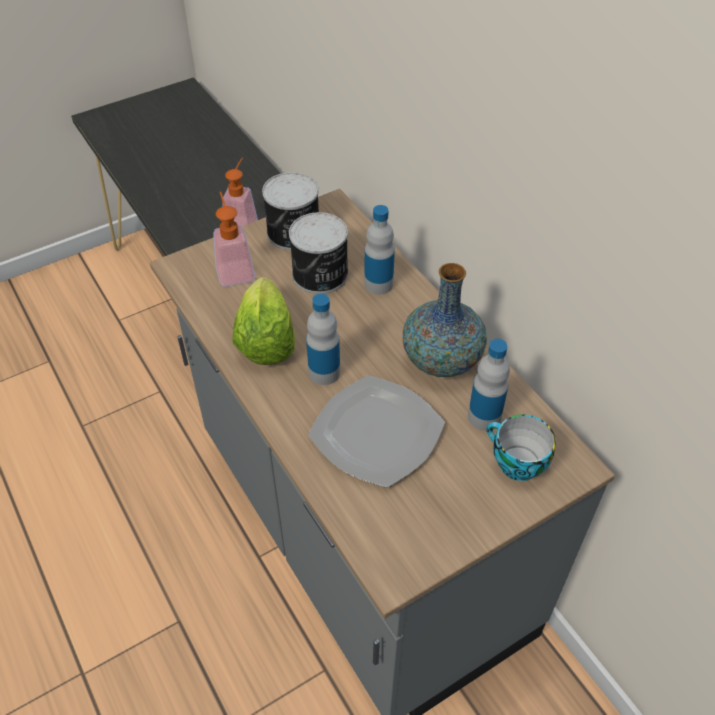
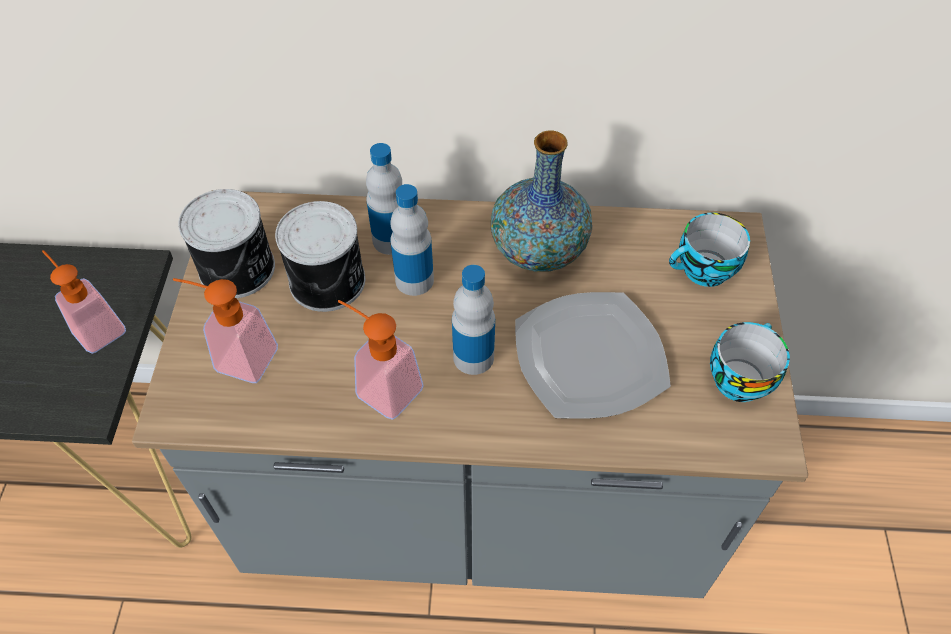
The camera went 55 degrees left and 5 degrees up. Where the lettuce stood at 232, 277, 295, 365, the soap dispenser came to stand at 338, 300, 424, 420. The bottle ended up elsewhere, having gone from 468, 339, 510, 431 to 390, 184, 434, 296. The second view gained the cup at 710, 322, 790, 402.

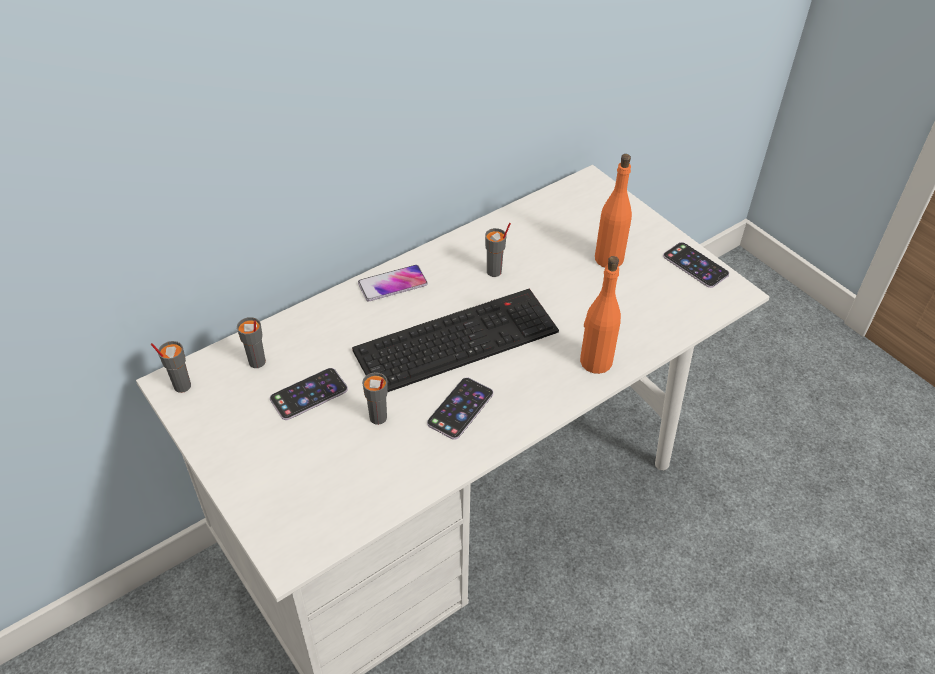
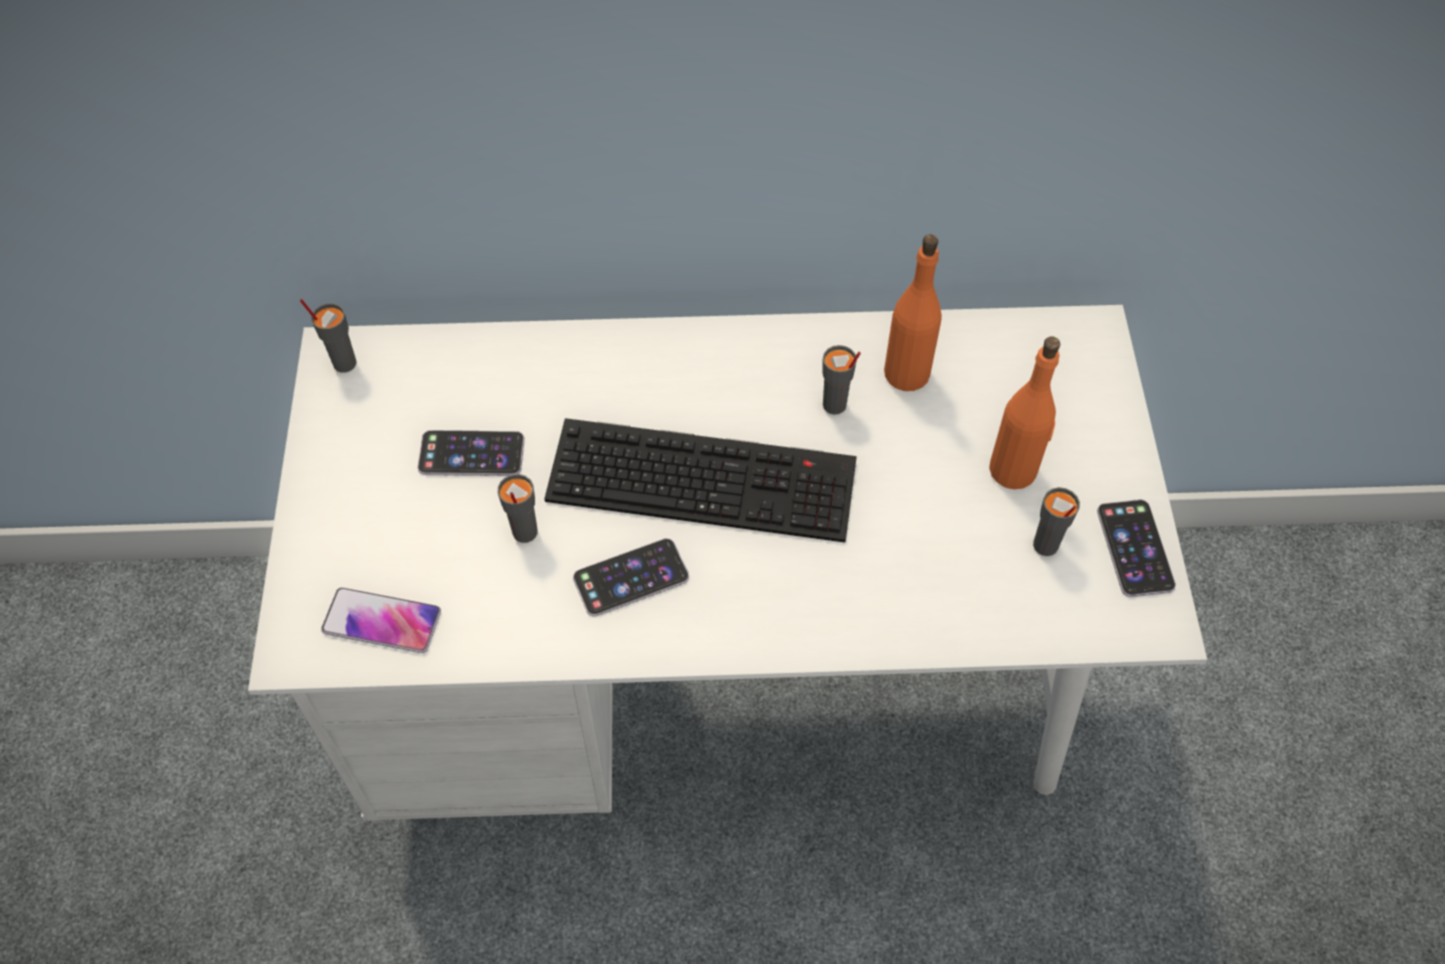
The camera went 35 degrees right and 10 degrees up. The grey cup ended up elsewhere, having gone from 237, 317, 266, 368 to 1033, 487, 1080, 556. The phone ended up elsewhere, having gone from 358, 265, 428, 301 to 321, 587, 441, 653. The orange bottle ended up elsewhere, having gone from 580, 256, 621, 374 to 884, 234, 942, 391.

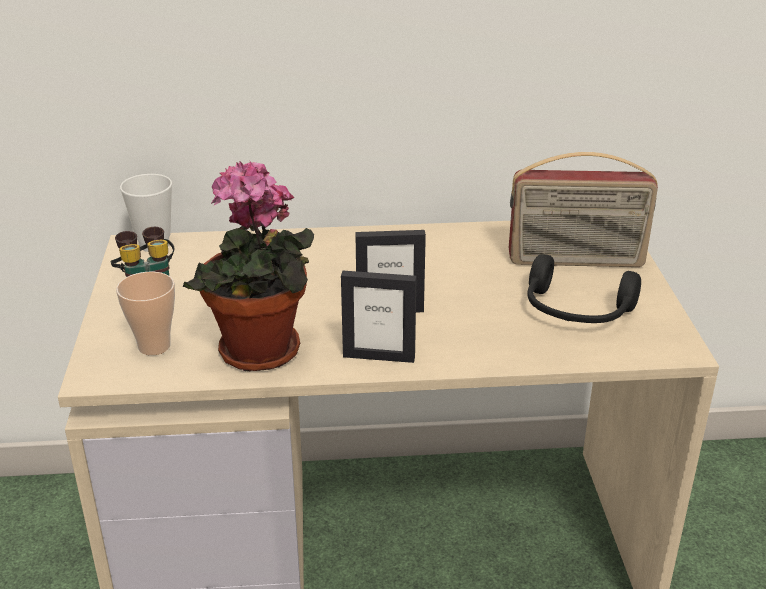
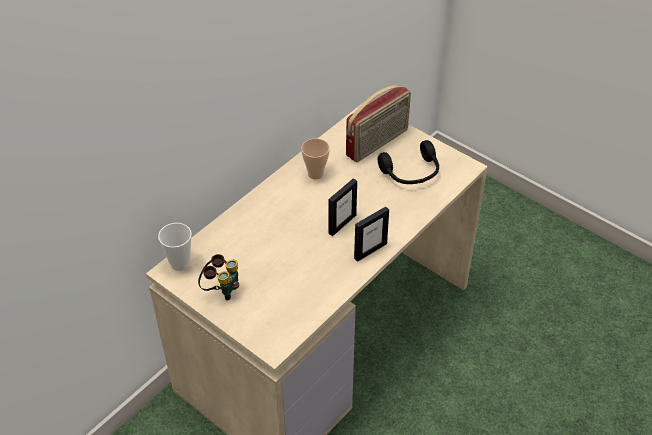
The camera went 45 degrees left and 15 degrees up. The cup ended up elsewhere, having gone from 116, 272, 175, 355 to 301, 138, 330, 179. The second view lost the potted plant at 183, 161, 314, 371.

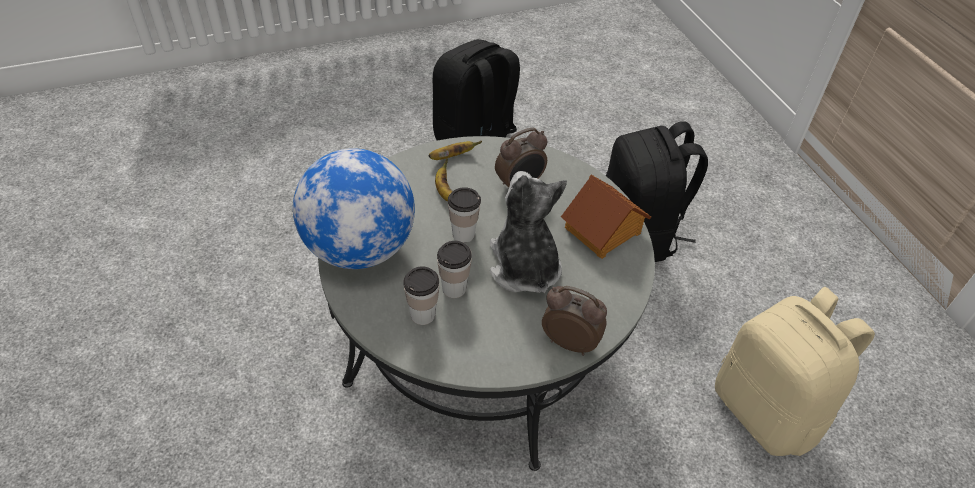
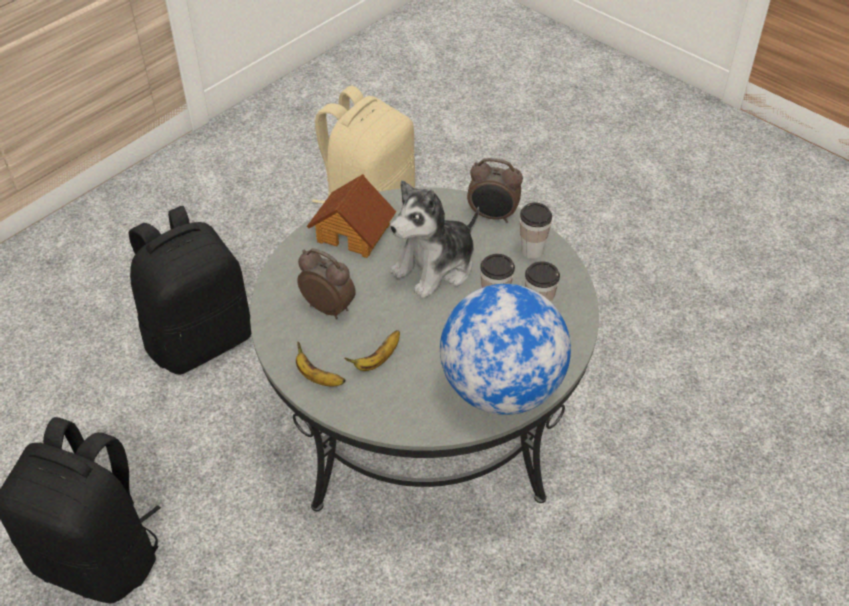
The camera went 115 degrees left and 0 degrees up. The cup ended up elsewhere, having gone from 448, 187, 481, 243 to 520, 203, 552, 259. The alarm clock at 542, 286, 607, 356 ended up facing another way, 75 degrees counterclockwise from before.

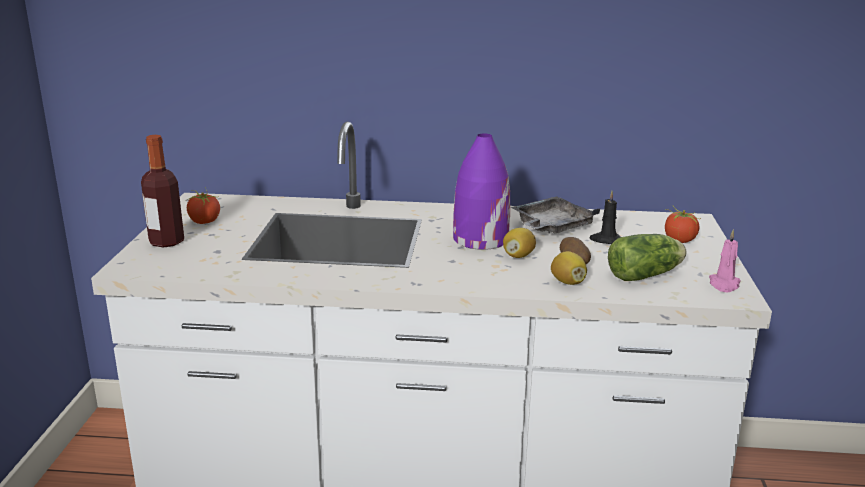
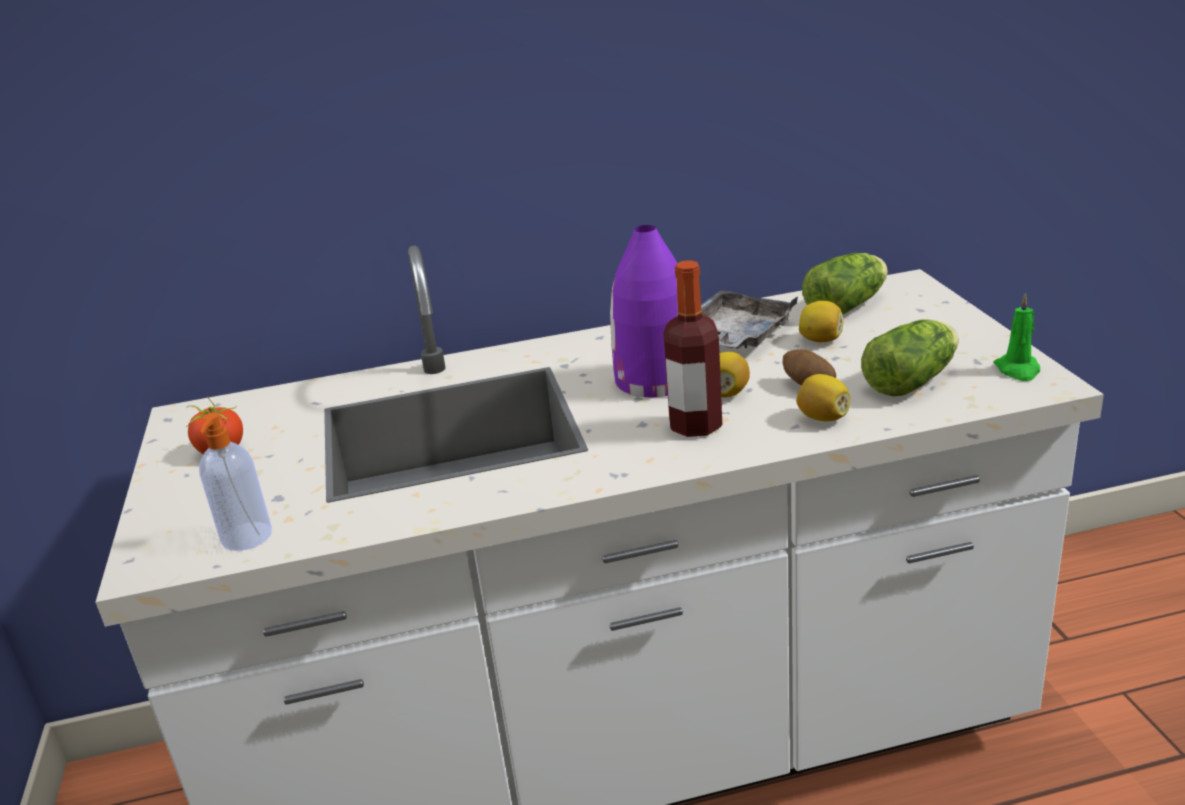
The camera went 15 degrees left and 5 degrees up. The bottle ended up elsewhere, having gone from 141, 135, 184, 248 to 664, 260, 722, 437. Where the black candle stood at 589, 191, 620, 244, the lemon came to stand at 799, 301, 844, 342. The second view lost the tomato at 665, 206, 701, 243. What was the pink candle at 709, 229, 741, 292 turned into the green candle at 994, 293, 1040, 381. The second view gained the soap dispenser at 199, 412, 272, 551. The second view gained the lettuce at 802, 253, 888, 314.

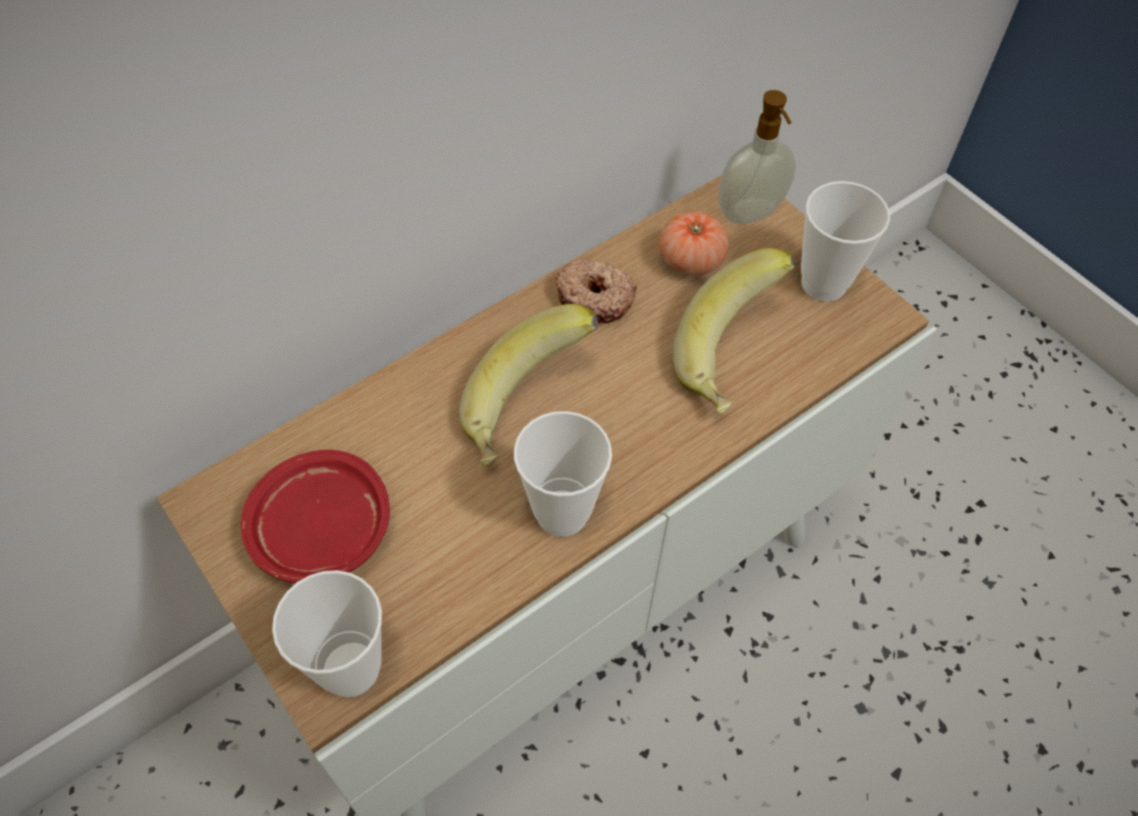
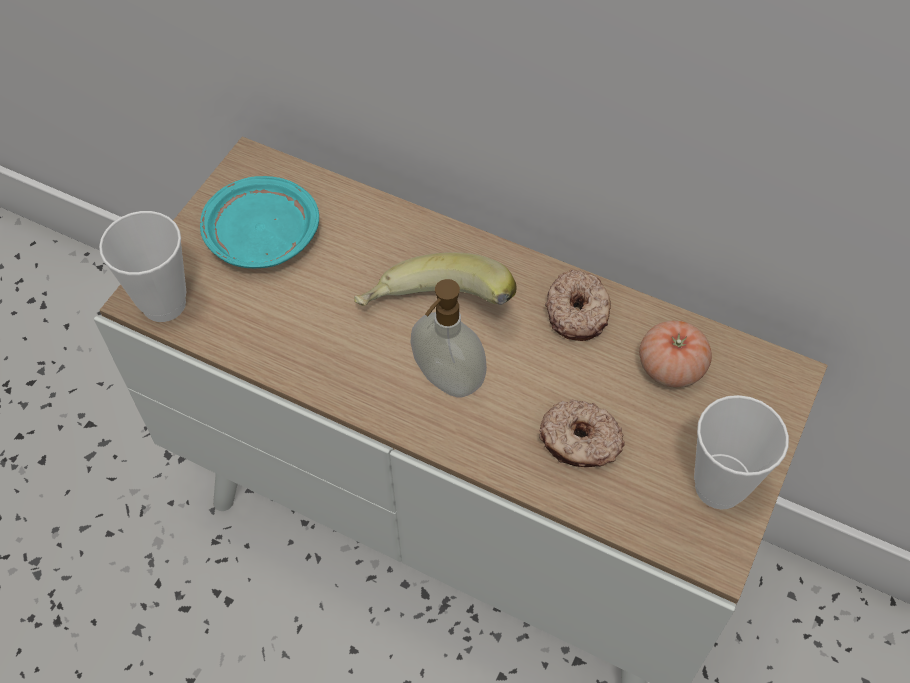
The camera went 65 degrees right and 0 degrees up. What was the red plate at 241, 450, 390, 583 turned into the turquoise plate at 200, 176, 319, 268. The second view lost the cup at 514, 411, 612, 537. Where the banana stood at 672, 248, 795, 415, the donut came to stand at 539, 399, 625, 467. The soap dispenser ended up elsewhere, having gone from 719, 90, 796, 224 to 411, 279, 487, 397.

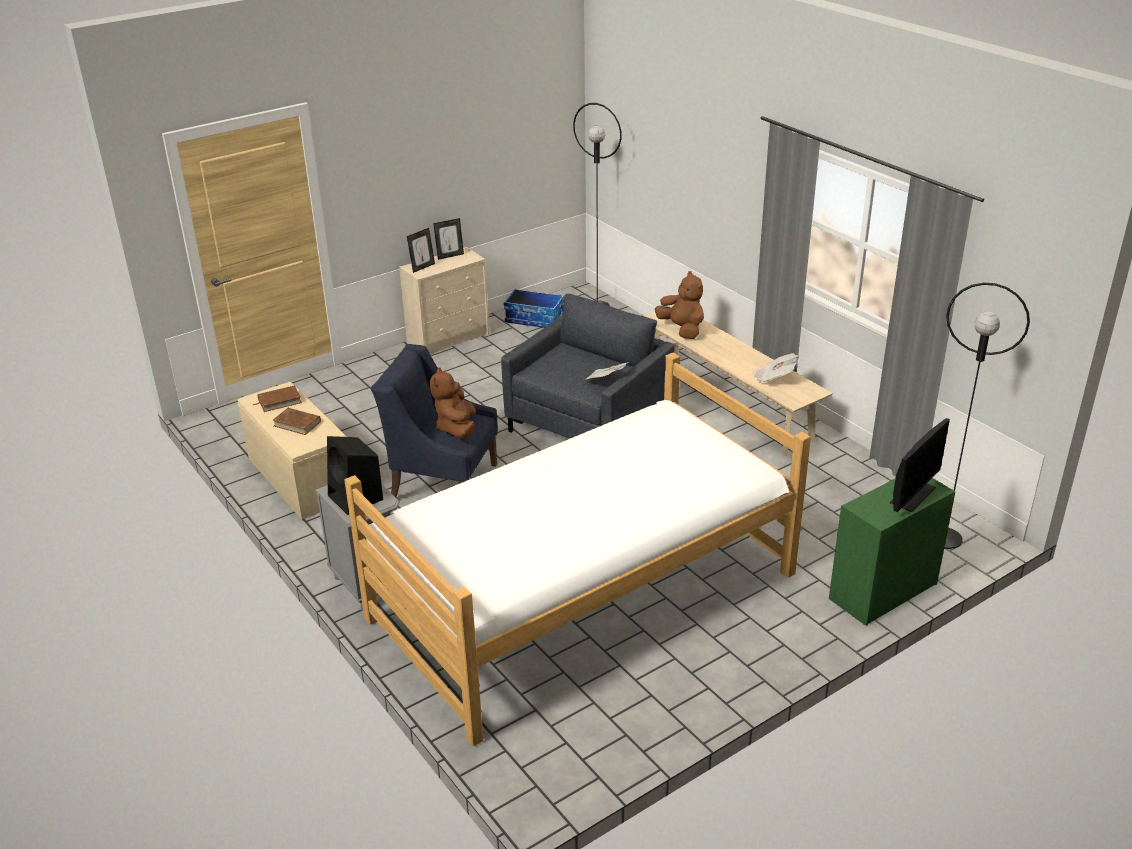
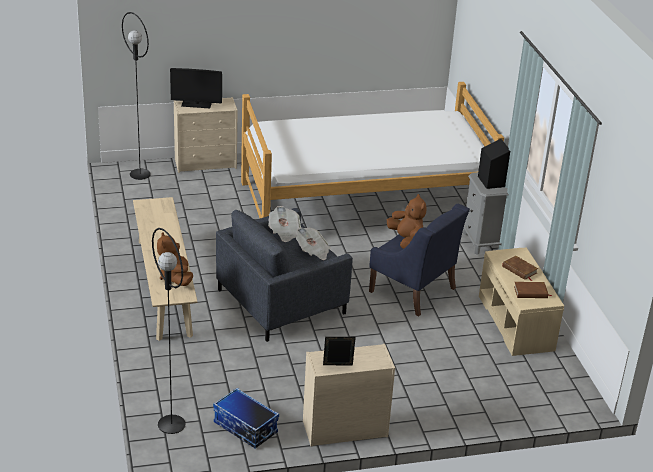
The camera went 160 degrees left and 0 degrees up. The second view lost the picture frame at 407, 228, 435, 273. The brown plush toy at 430, 367, 476, 439 ended up facing another way, 45 degrees counterclockwise from before. The newspaper ended up elsewhere, having gone from 753, 353, 801, 383 to 296, 227, 330, 260. What was the green dresser at 829, 478, 955, 626 turned into the beige dresser at 174, 97, 238, 173. The monitor at 890, 418, 950, 512 ended up facing another way, 150 degrees counterclockwise from before.

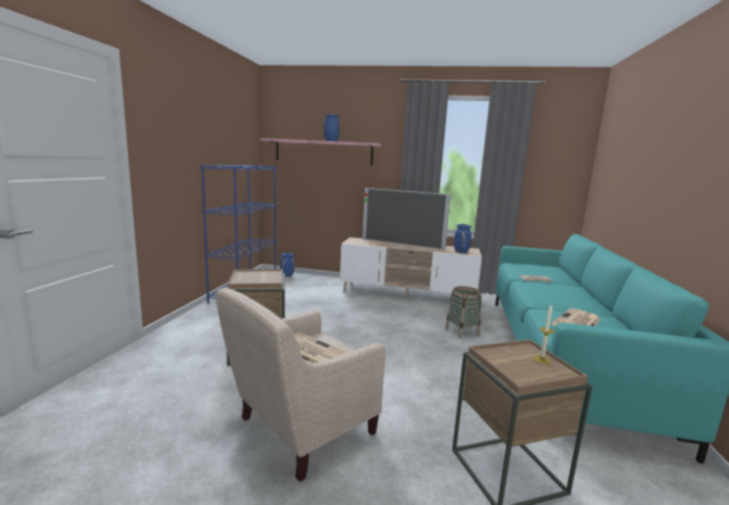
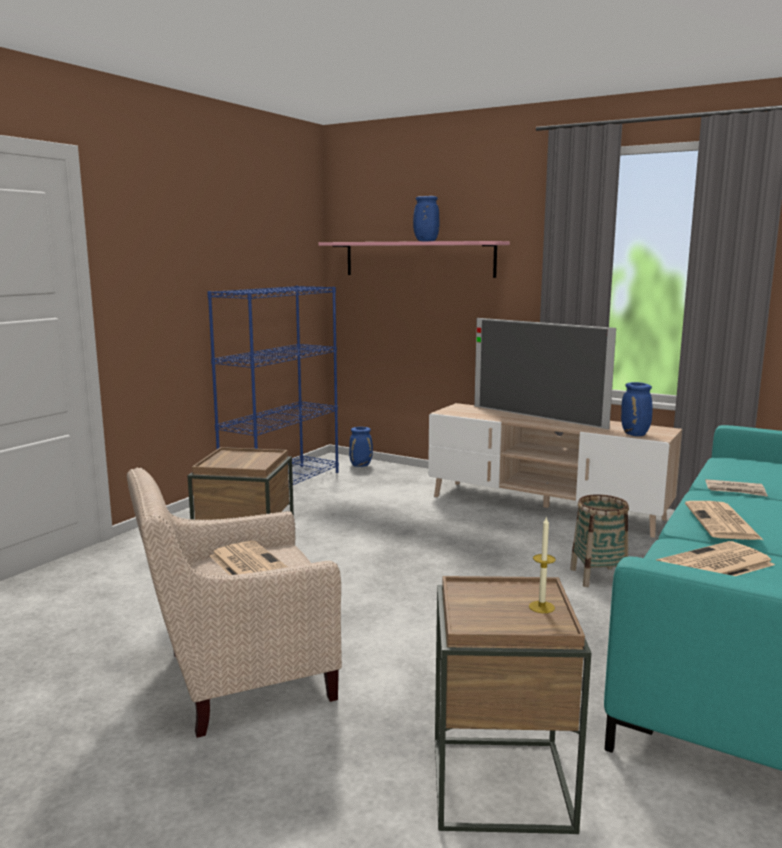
The camera went 20 degrees right and 0 degrees up. The second view gained the newspaper at 685, 501, 763, 540.

